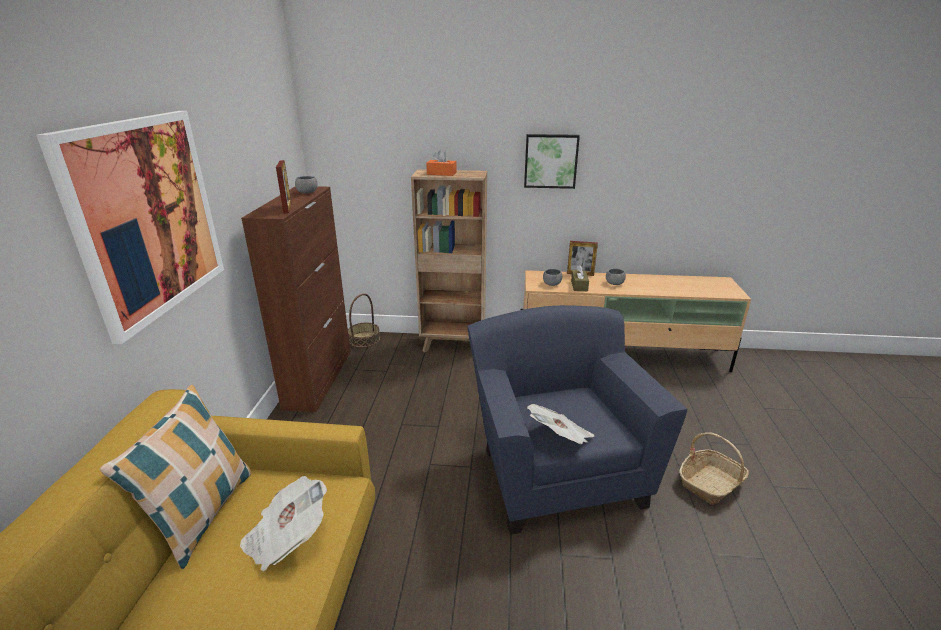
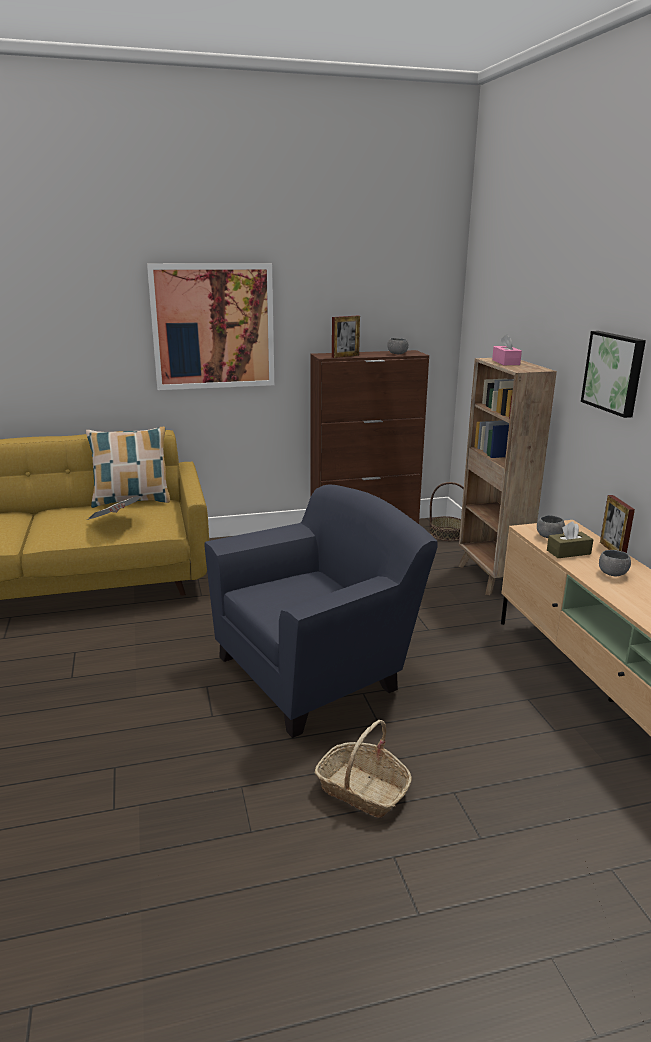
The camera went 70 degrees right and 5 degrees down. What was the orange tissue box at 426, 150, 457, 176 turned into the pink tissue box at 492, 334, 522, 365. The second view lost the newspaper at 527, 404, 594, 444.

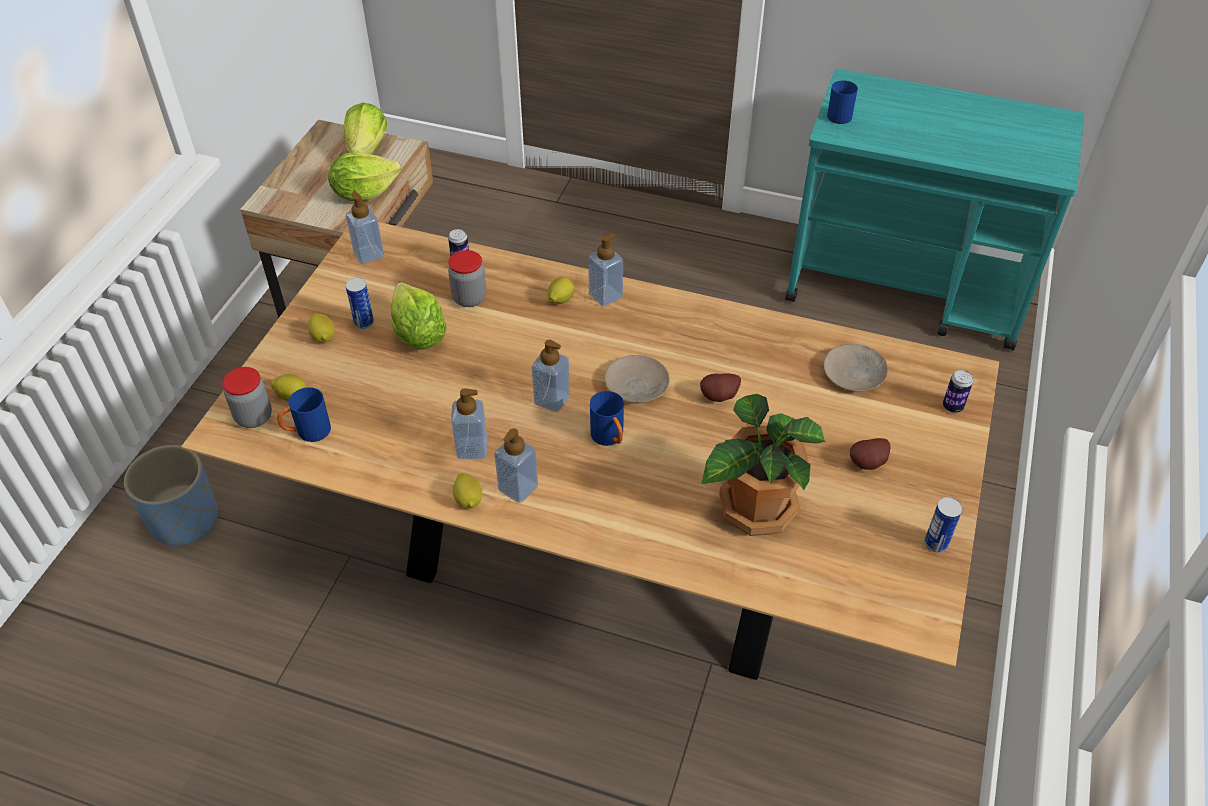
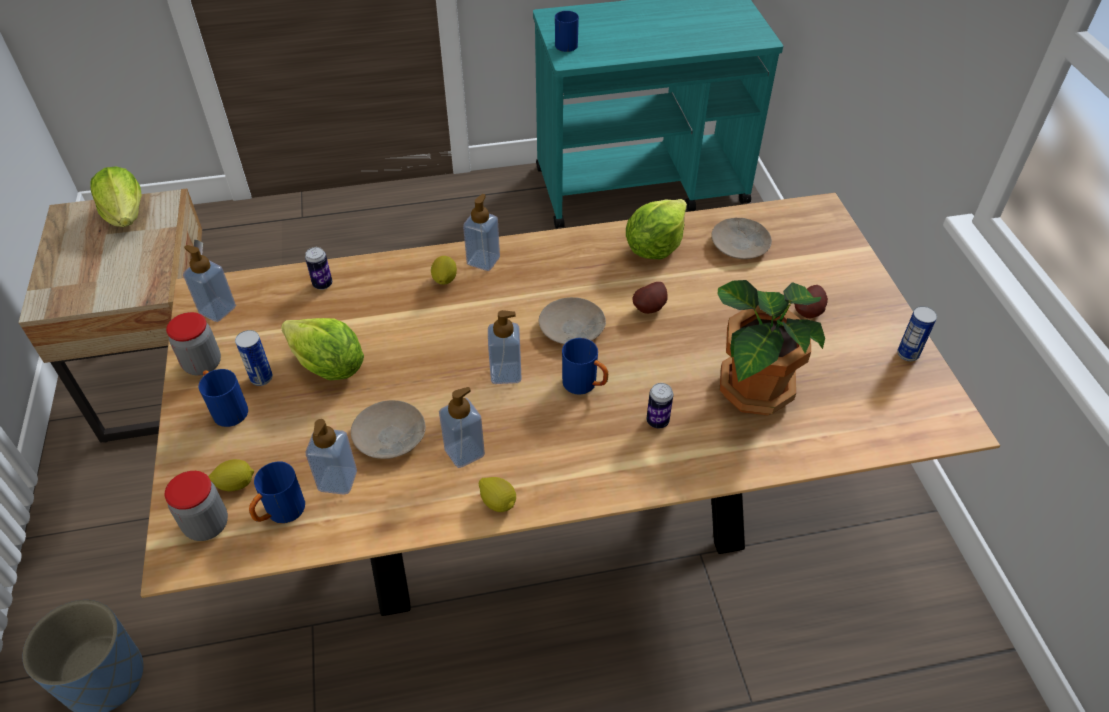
The camera went 30 degrees left and 0 degrees up. Where the lemon stood at 308, 313, 335, 343, the blue mug came to stand at 199, 369, 248, 427. The lettuce ended up elsewhere, having gone from 328, 152, 401, 201 to 626, 199, 687, 259. The jar ended up elsewhere, having gone from 448, 250, 486, 307 to 166, 312, 221, 376. The soap dispenser ended up elsewhere, having gone from 494, 428, 538, 503 to 306, 419, 357, 495. The can ended up elsewhere, having gone from 943, 370, 973, 413 to 646, 383, 673, 428. The second view gained the beige plate at 351, 400, 426, 459.

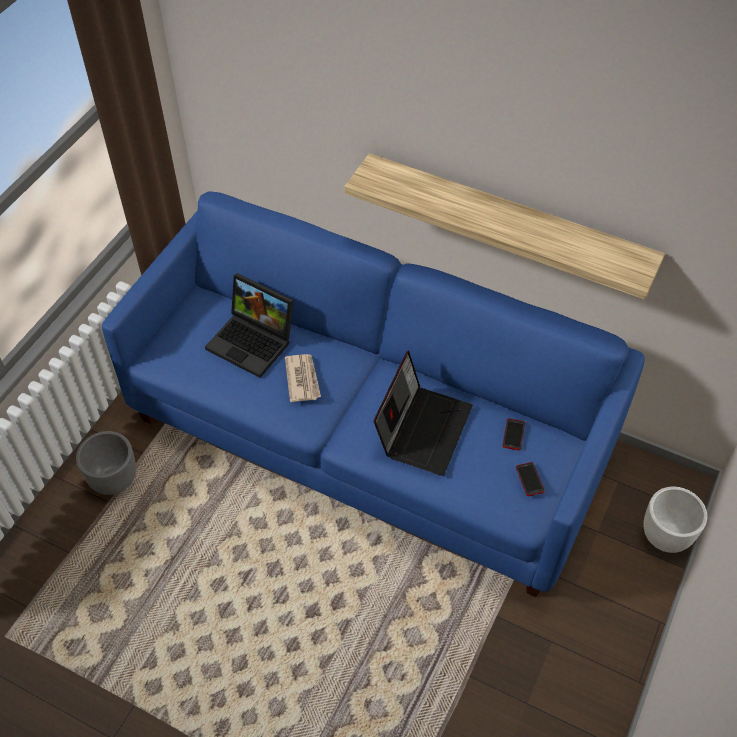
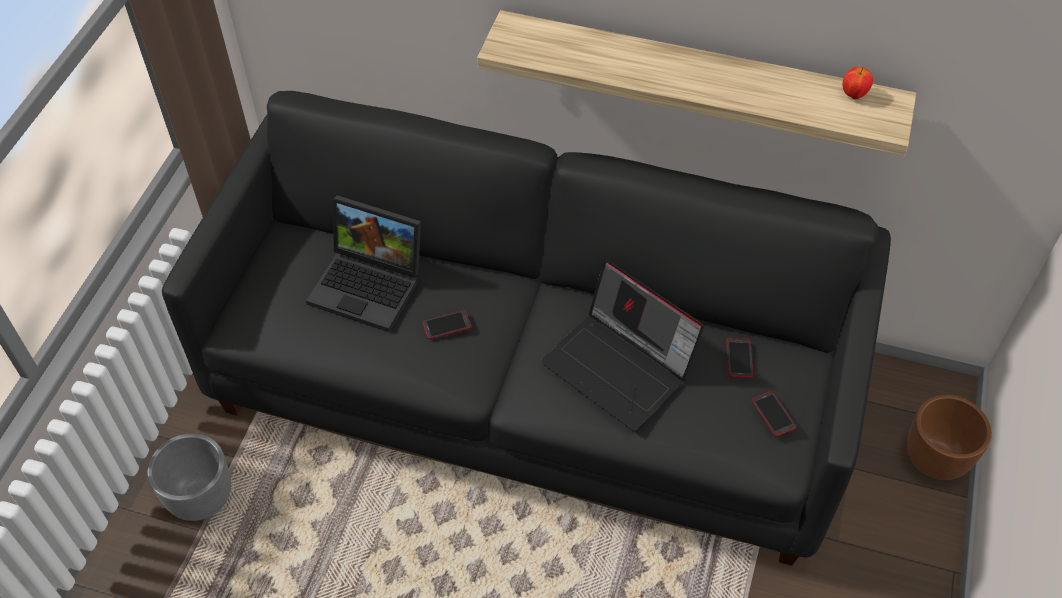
The camera went 10 degrees left and 0 degrees up. What was the blue sofa at 102, 191, 645, 597 turned into the black sofa at 162, 91, 891, 566. Where the newspaper stood at 285, 354, 321, 402, the phone came to stand at 423, 310, 471, 339. The laptop at 374, 350, 473, 476 ended up facing another way, 120 degrees clockwise from before. What was the white planter at 643, 487, 707, 553 turned into the brown planter at 907, 395, 992, 480. The second view gained the apple at 843, 67, 873, 99.

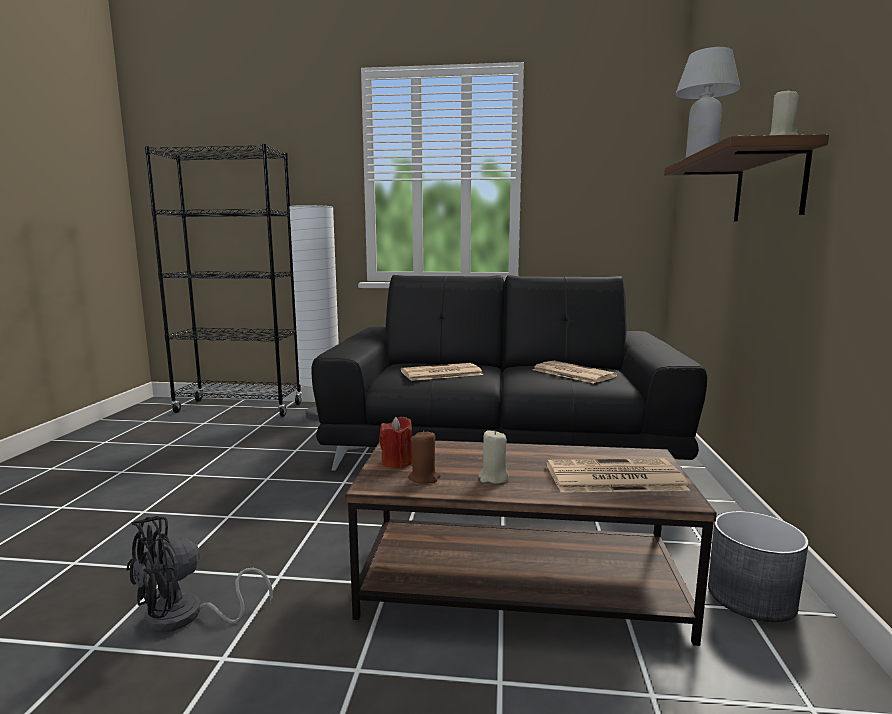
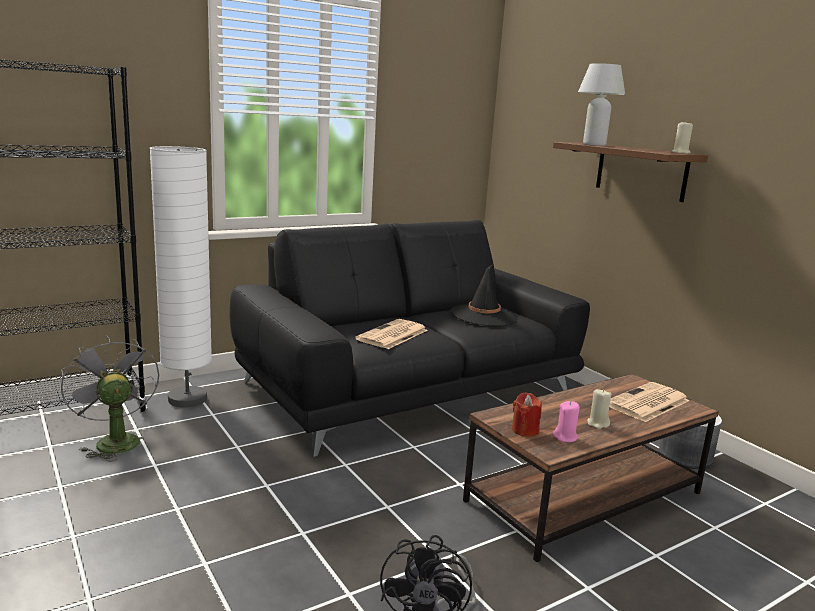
The camera went 40 degrees left and 5 degrees up. What was the brown candle at 408, 430, 440, 483 turned into the pink candle at 553, 401, 579, 442. Where the newspaper stood at 533, 361, 617, 384, the black hat came to stand at 450, 265, 518, 326. The second view gained the grey fan at 61, 336, 159, 462.

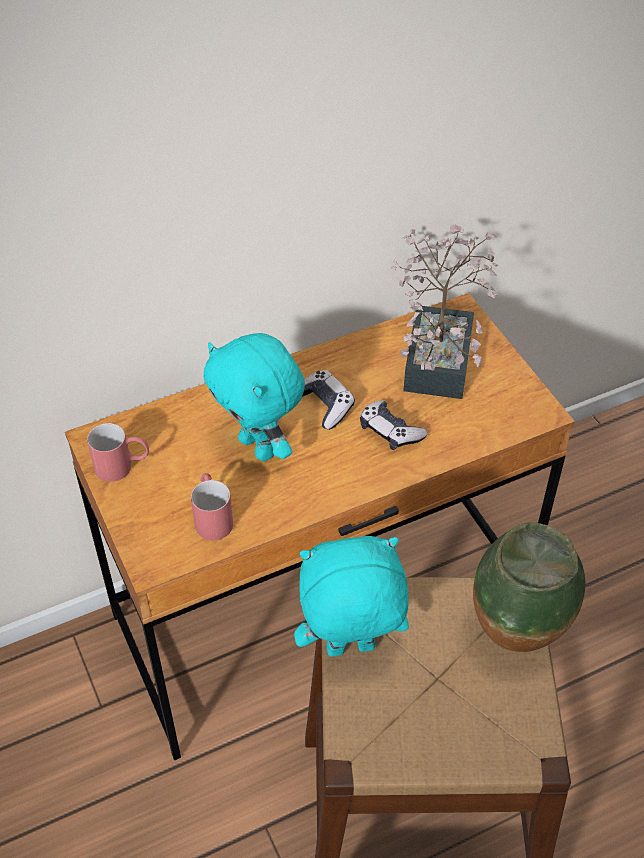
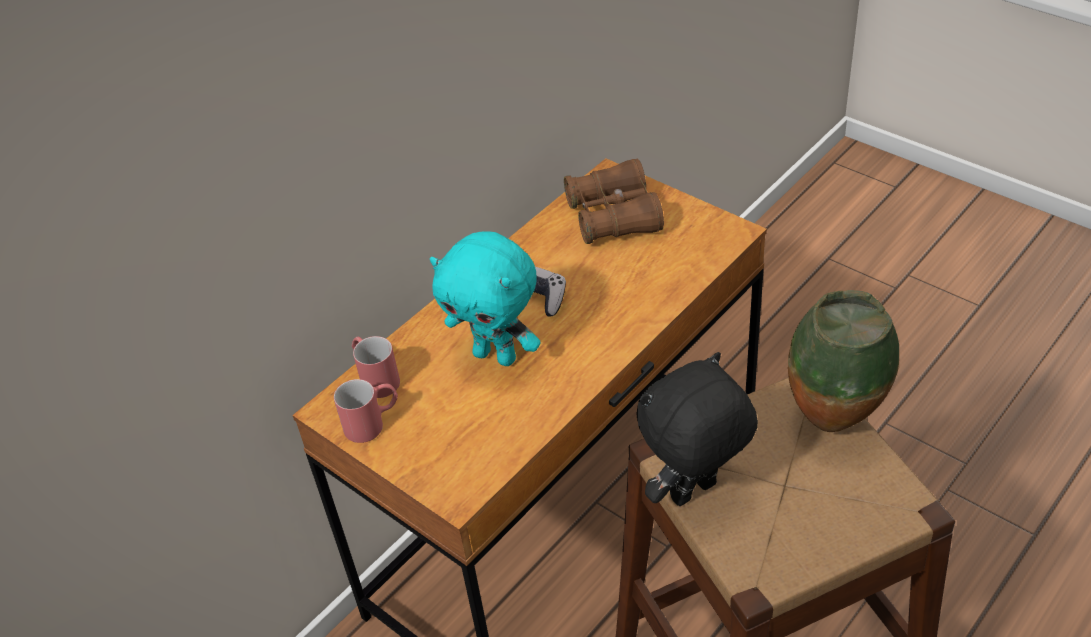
The camera went 20 degrees left and 5 degrees down. The red mug ended up elsewhere, having gone from 191, 473, 233, 540 to 352, 336, 400, 398. What was the turquoise plush toy at 294, 536, 409, 657 turned into the black plush toy at 637, 352, 758, 506. The second view lost the game controller at 360, 400, 427, 450. Where the potted plant stood at 391, 225, 498, 399, the brown binoculars came to stand at 564, 159, 664, 244.

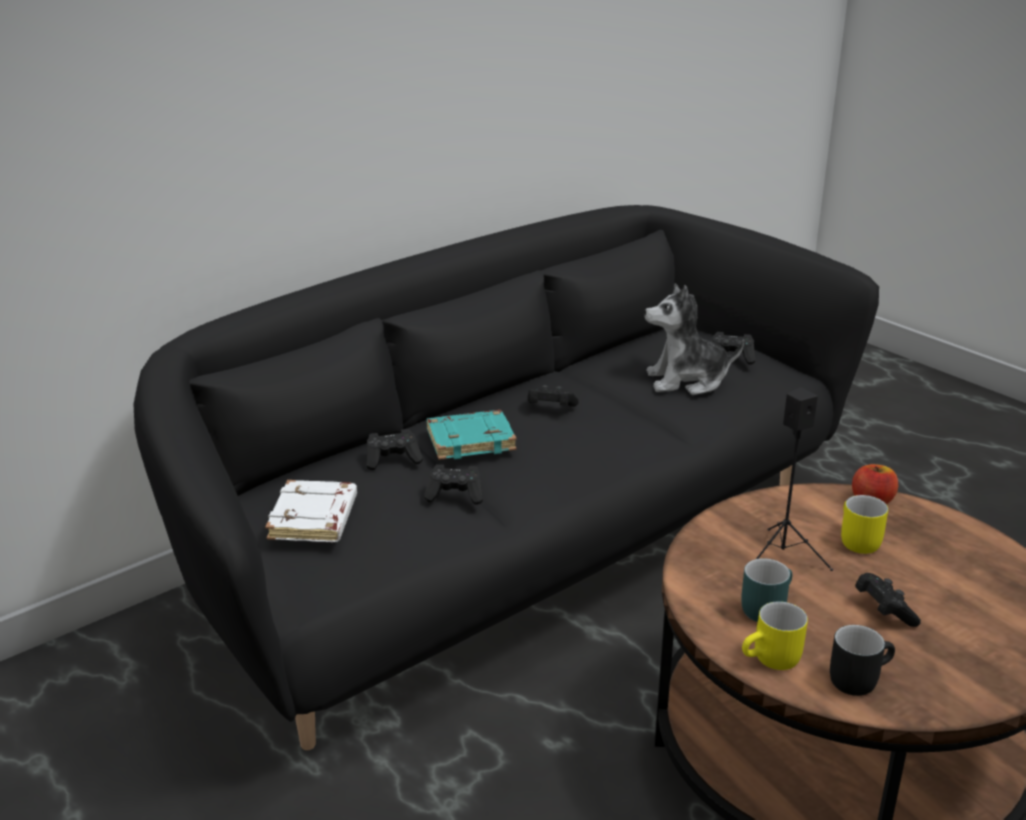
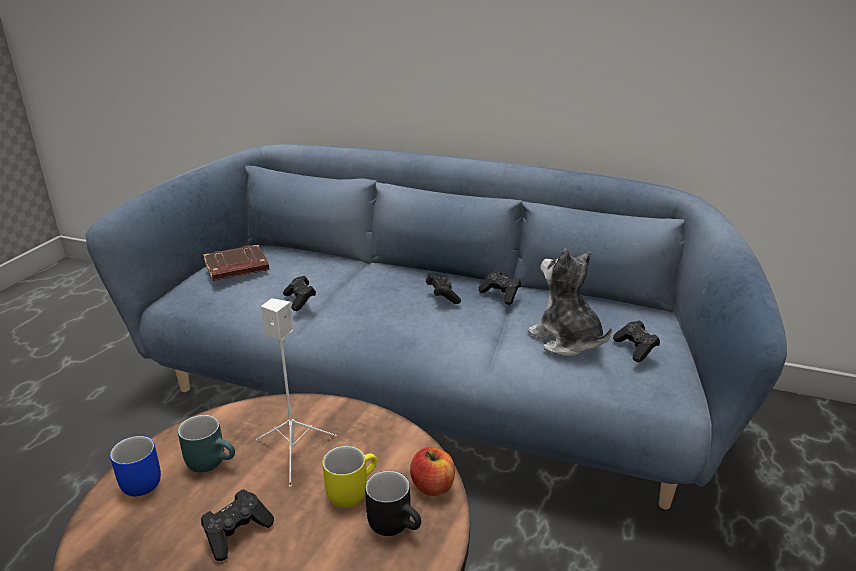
The camera went 60 degrees right and 0 degrees up. What was the black sofa at 134, 205, 879, 750 turned into the blue sofa at 85, 144, 787, 509. What was the white book at 265, 480, 357, 542 turned into the brown book at 203, 245, 269, 281. The black game controller ended up elsewhere, having gone from 366, 429, 423, 470 to 479, 270, 521, 305. The second view lost the turquoise book at 426, 410, 517, 460. What was the yellow mug at 742, 601, 808, 670 turned into the blue mug at 110, 436, 161, 496. What was the black speaker at 756, 387, 833, 571 turned into the white speaker at 256, 298, 336, 487. The black mug ended up elsewhere, having gone from 830, 625, 895, 696 to 365, 471, 421, 536.

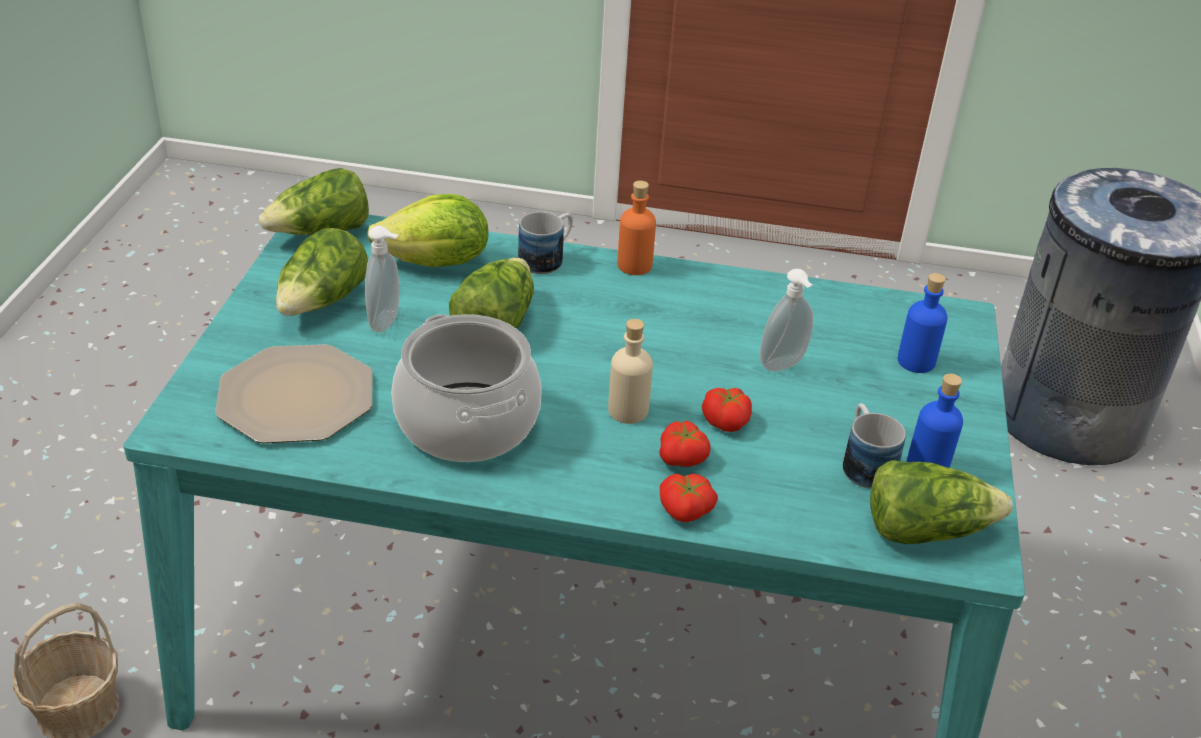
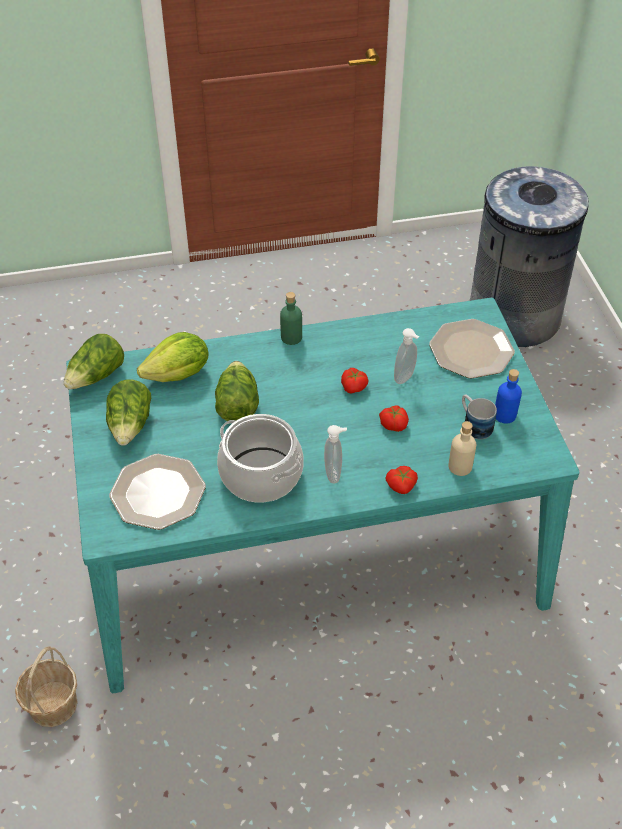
The camera went 20 degrees left and 10 degrees up. The soap dispenser ended up elsewhere, having gone from 365, 226, 399, 332 to 324, 425, 347, 483. The second view lost the mug at 518, 212, 573, 274. The beige bottle ended up elsewhere, having gone from 608, 319, 653, 424 to 448, 421, 476, 476. What was the orange bottle at 617, 181, 656, 275 turned into the green bottle at 280, 292, 302, 345. The tomato ended up elsewhere, having gone from 659, 421, 710, 467 to 341, 368, 368, 394. The second view lost the lettuce at 870, 460, 1013, 544. Where the blue bottle stood at 898, 273, 948, 373, the plate came to stand at 429, 319, 515, 378.

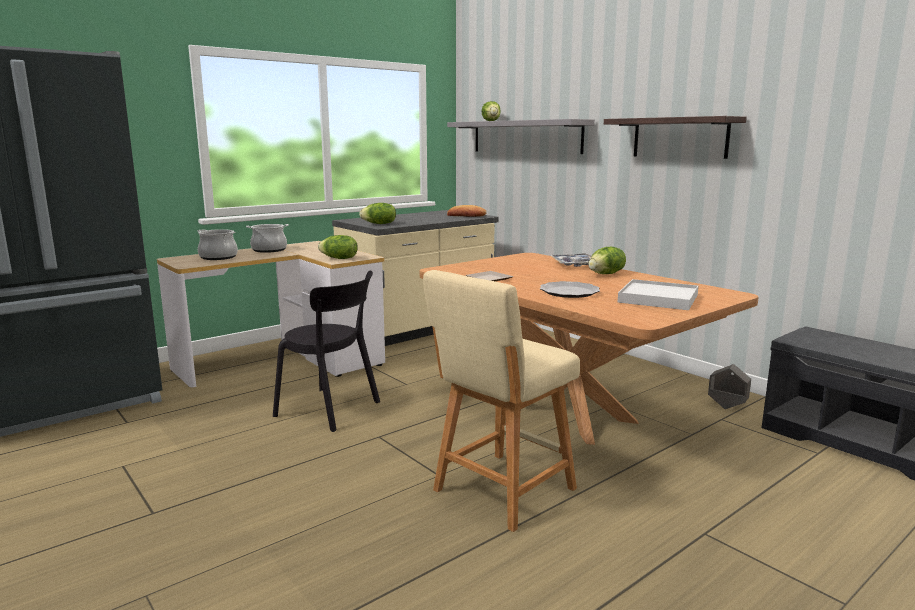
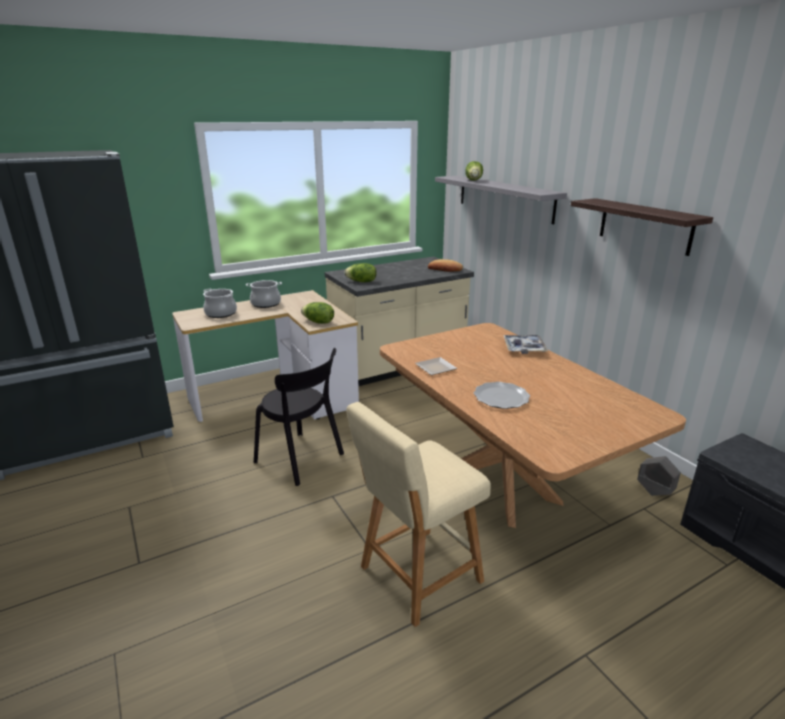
The camera went 10 degrees right and 10 degrees up. The second view lost the lettuce at 588, 247, 626, 274. The second view lost the white tray at 618, 279, 699, 310.

